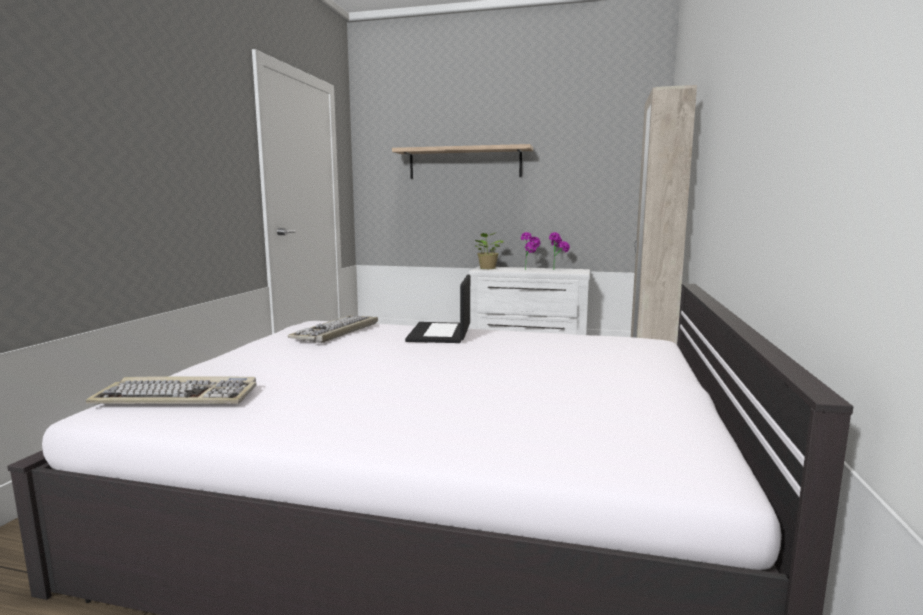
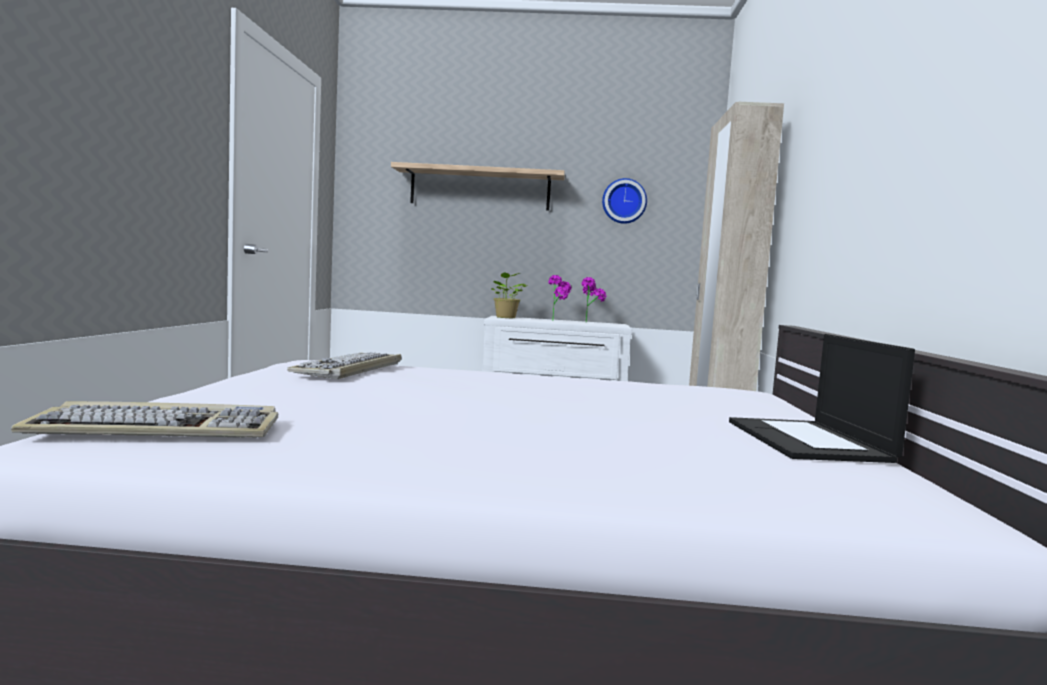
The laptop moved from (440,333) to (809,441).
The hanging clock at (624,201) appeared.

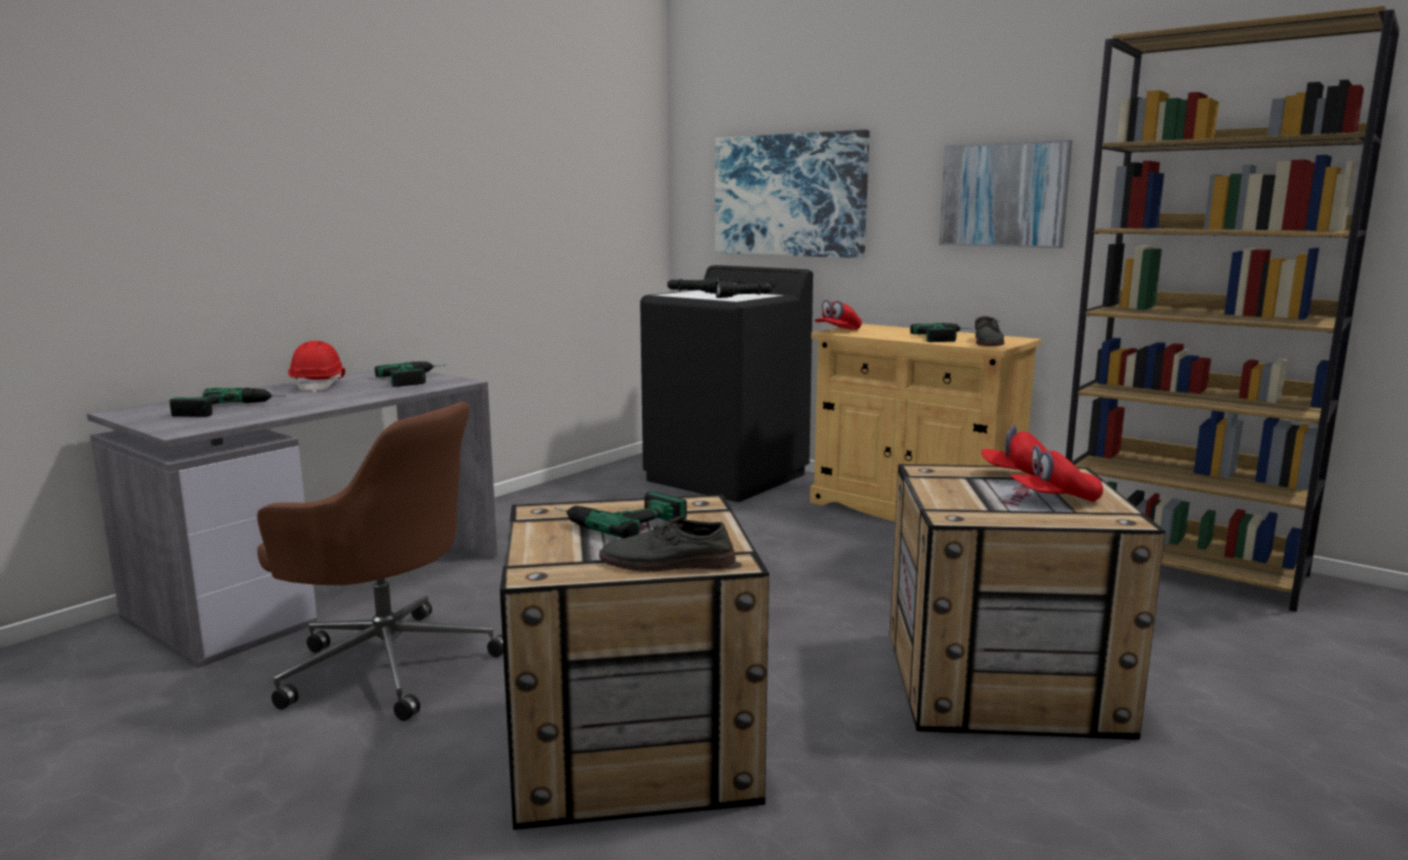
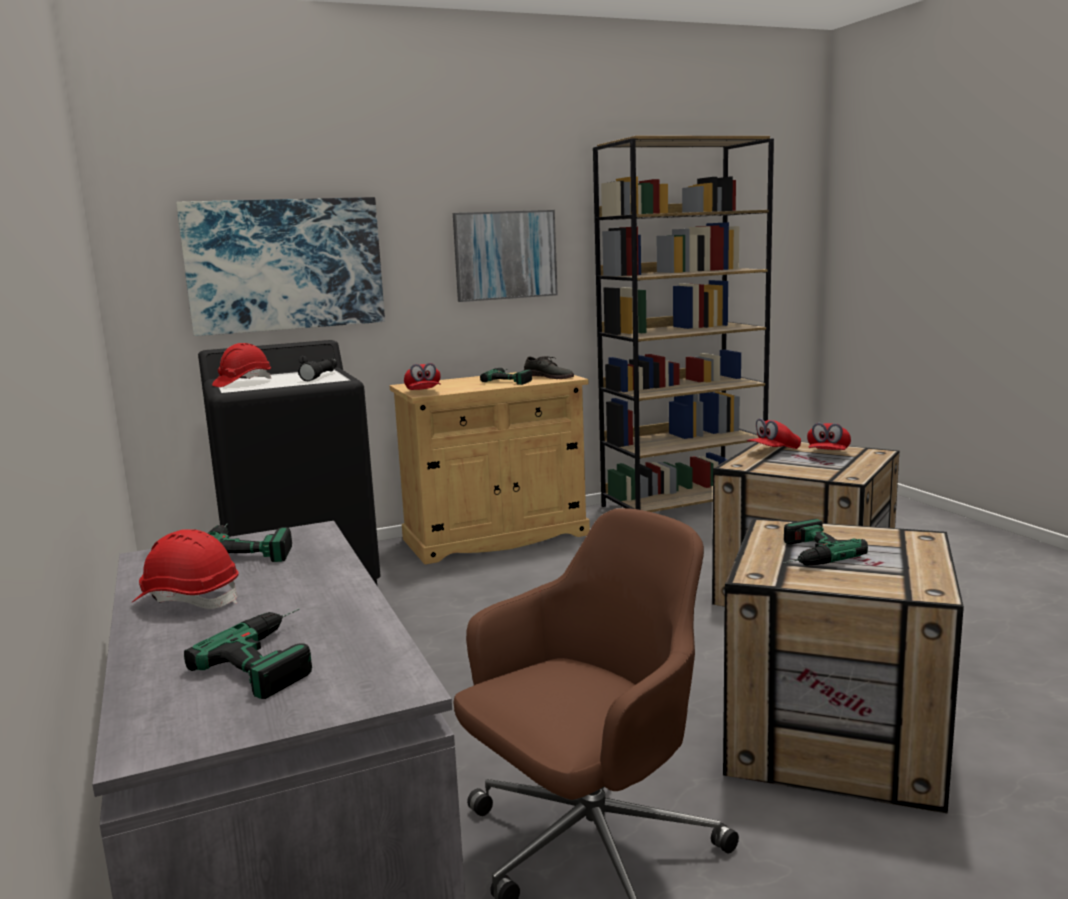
The blackish hand torch at (694,293) was replaced by the red safety helmet at (243,383).
The greyish low shoe at (667,563) disappeared.

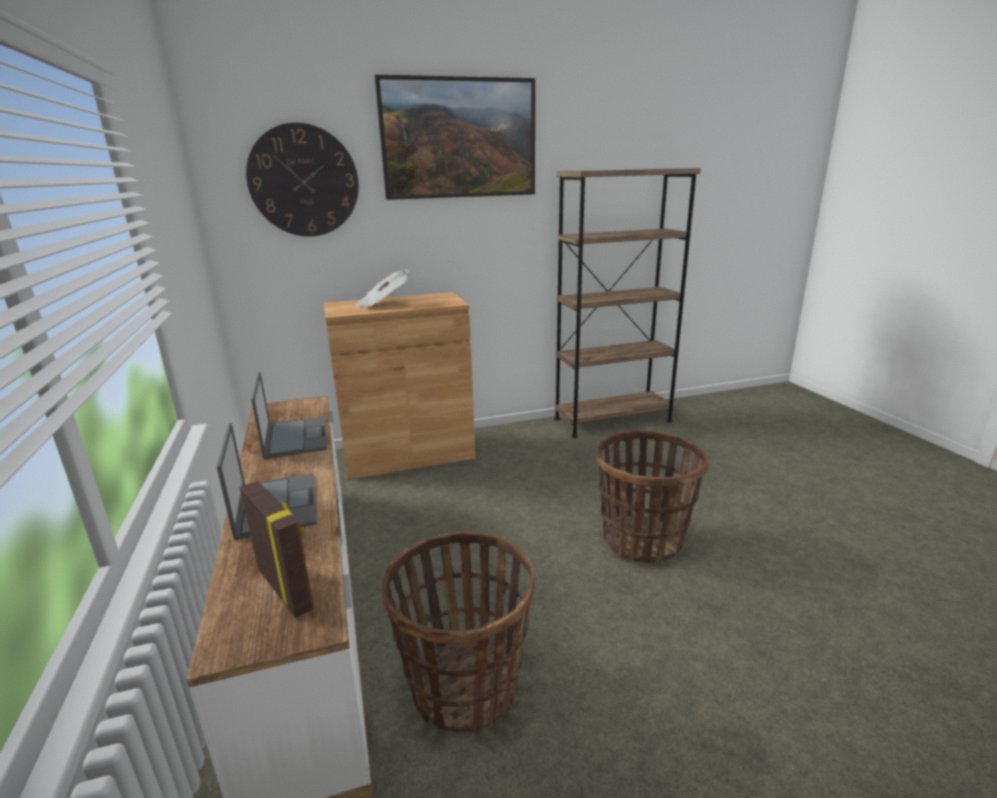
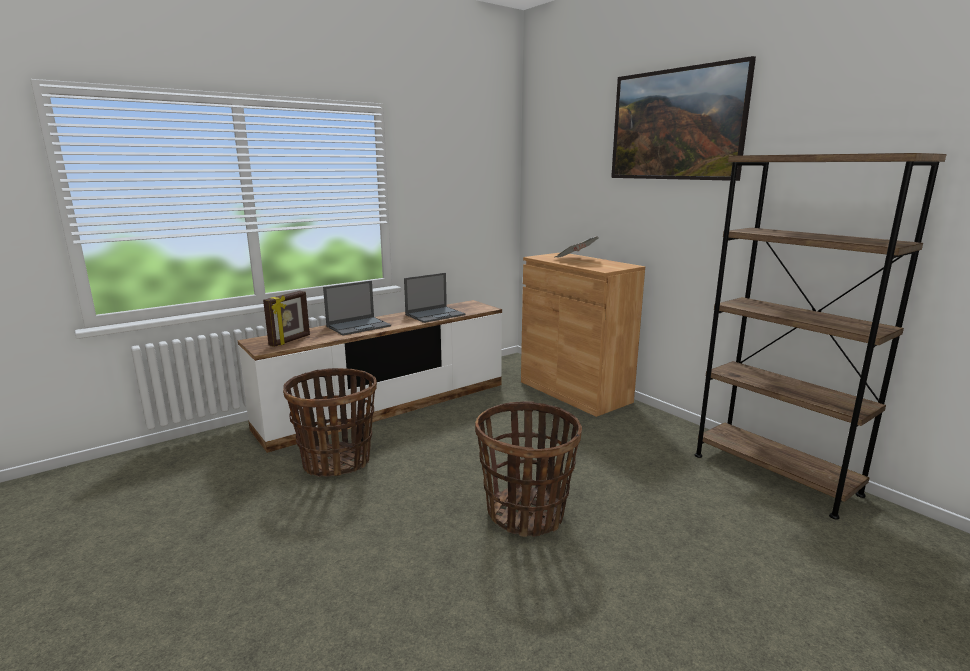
The hanging clock at (304,181) disappeared.

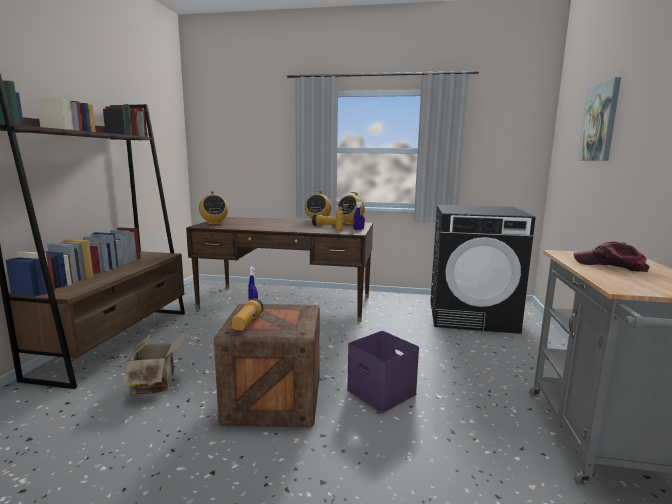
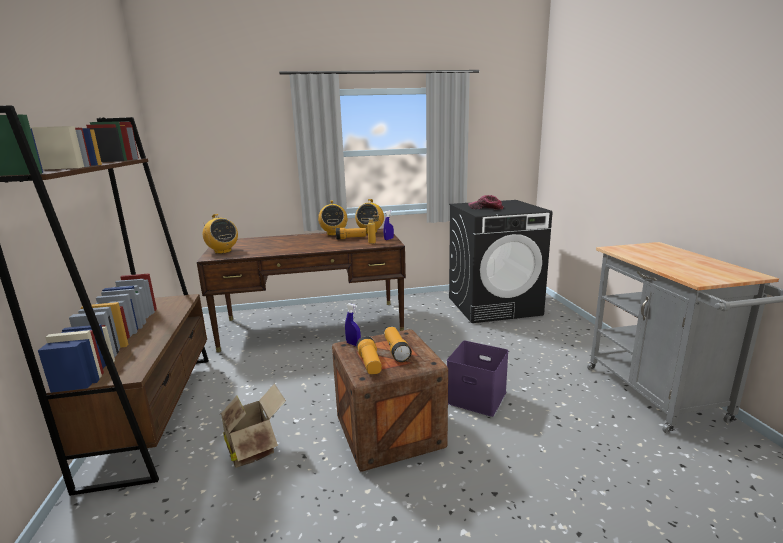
The wall picture at (600,122) disappeared.
The baseball cap moved from (609,265) to (486,208).
The hand torch at (396,351) appeared.

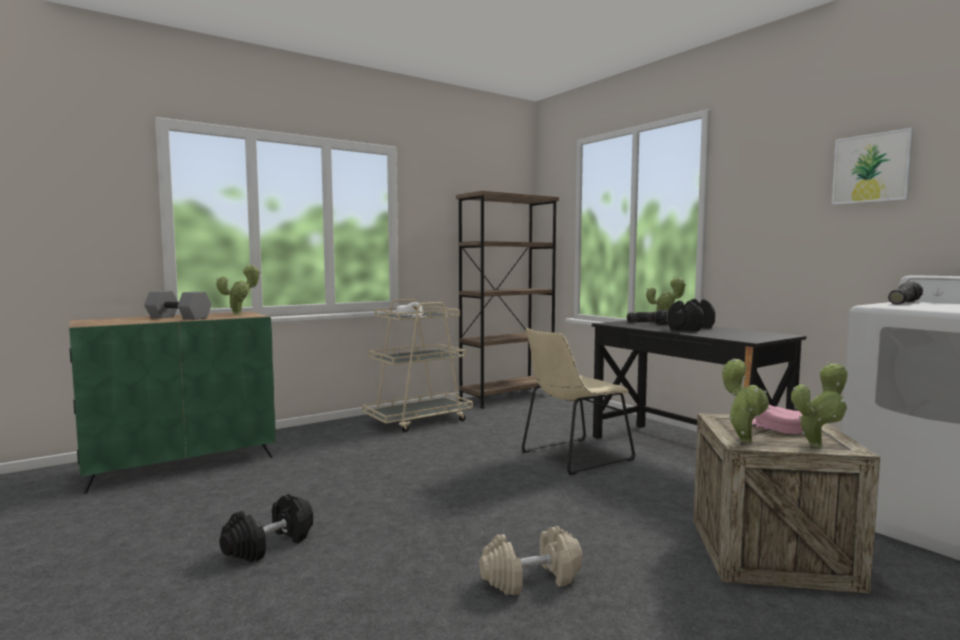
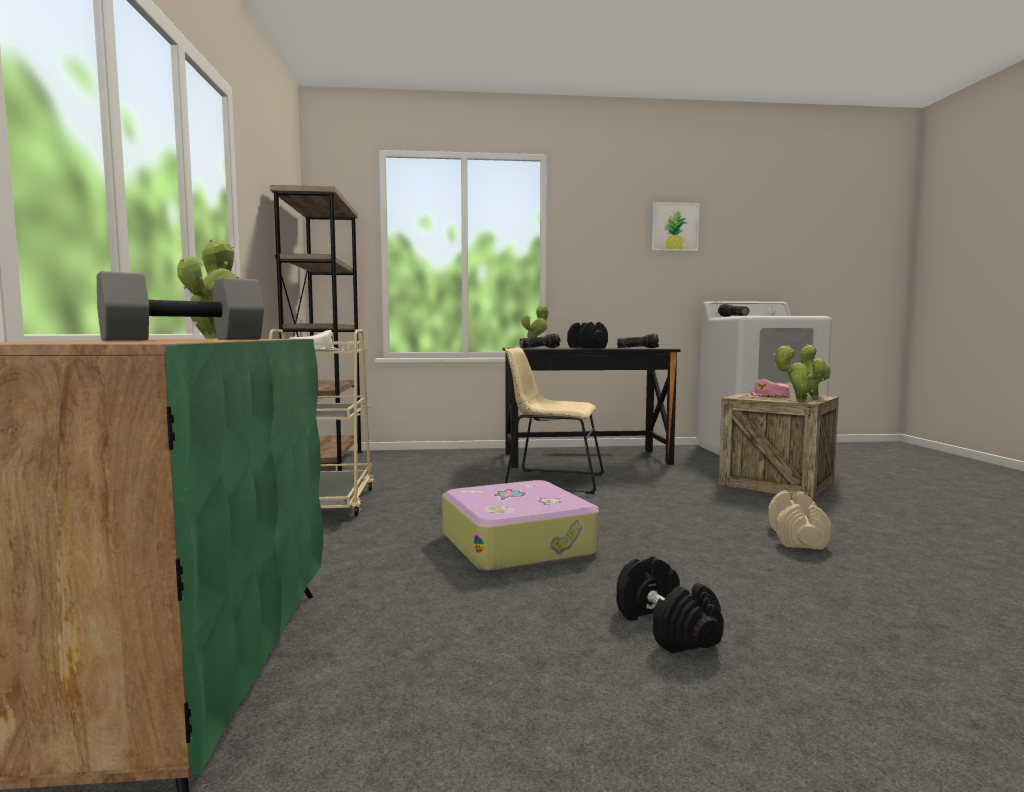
The beige upright chair at (573,456) turned 105 degrees clockwise.
The hand torch at (638,348) appeared.
The travel case at (518,544) appeared.

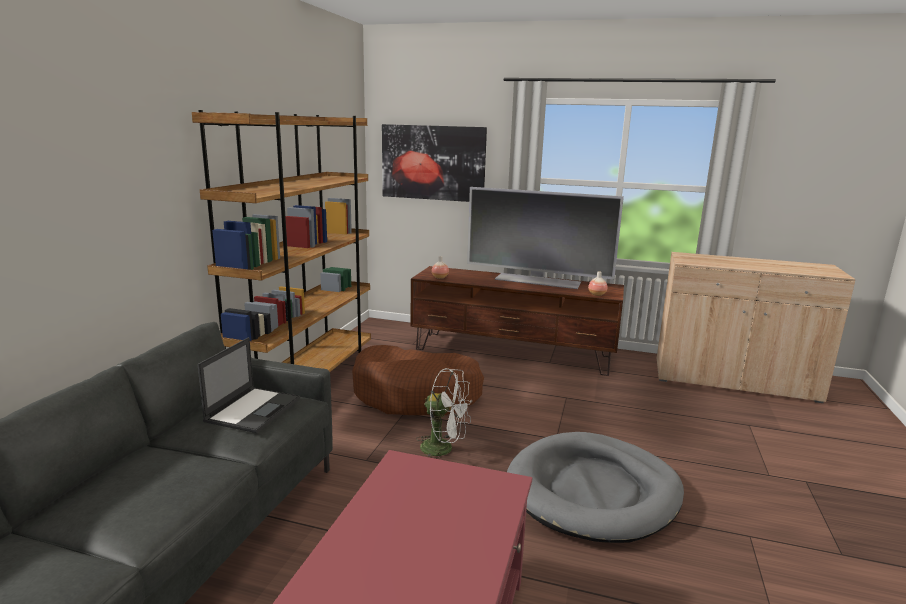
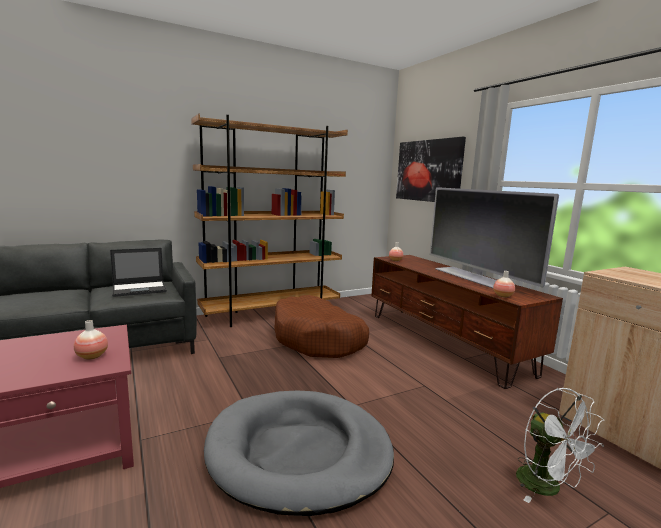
The white electric fan moved from (444,449) to (547,487).
The vase at (92,356) appeared.

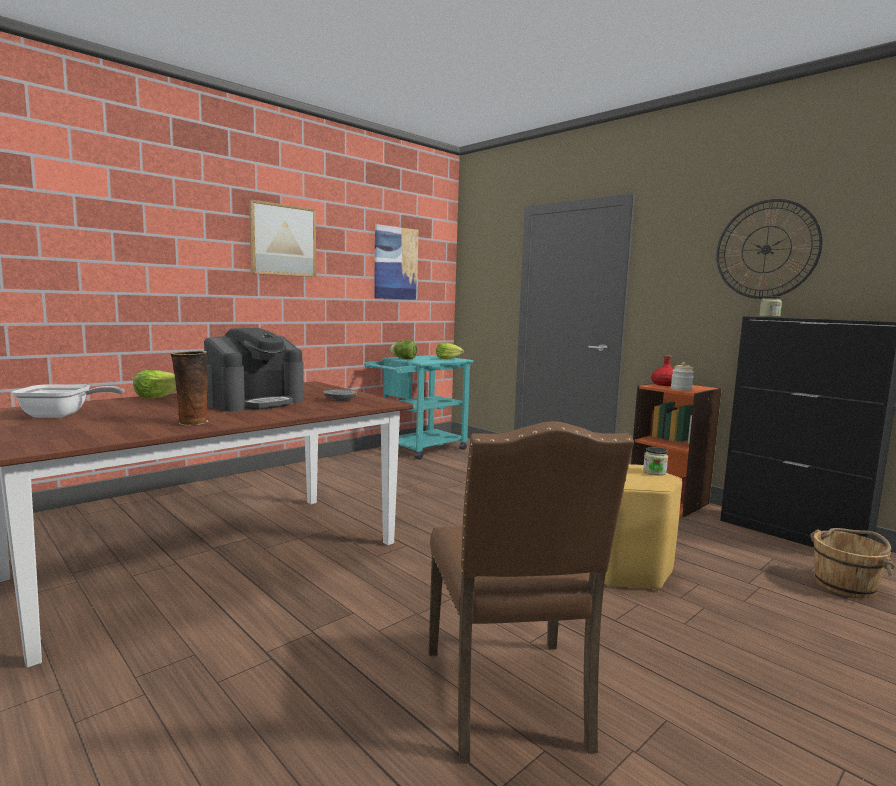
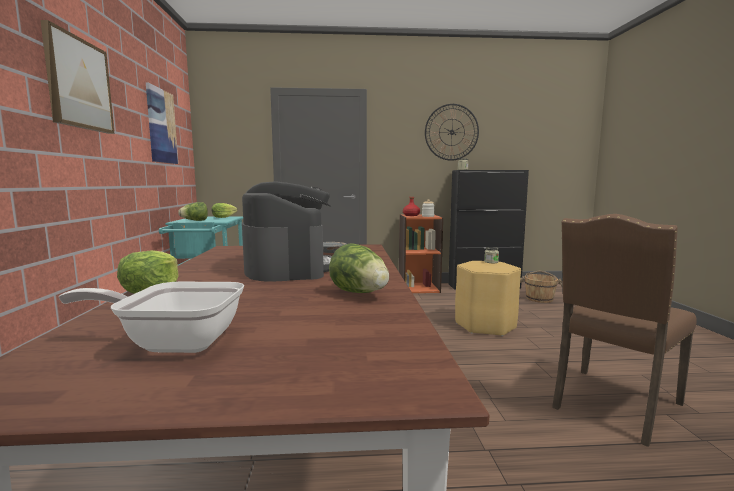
The vase at (192,422) was replaced by the lettuce at (360,293).
The skillet at (62,415) turned 120 degrees counterclockwise.
The brown upright chair at (509,699) turned 105 degrees clockwise.

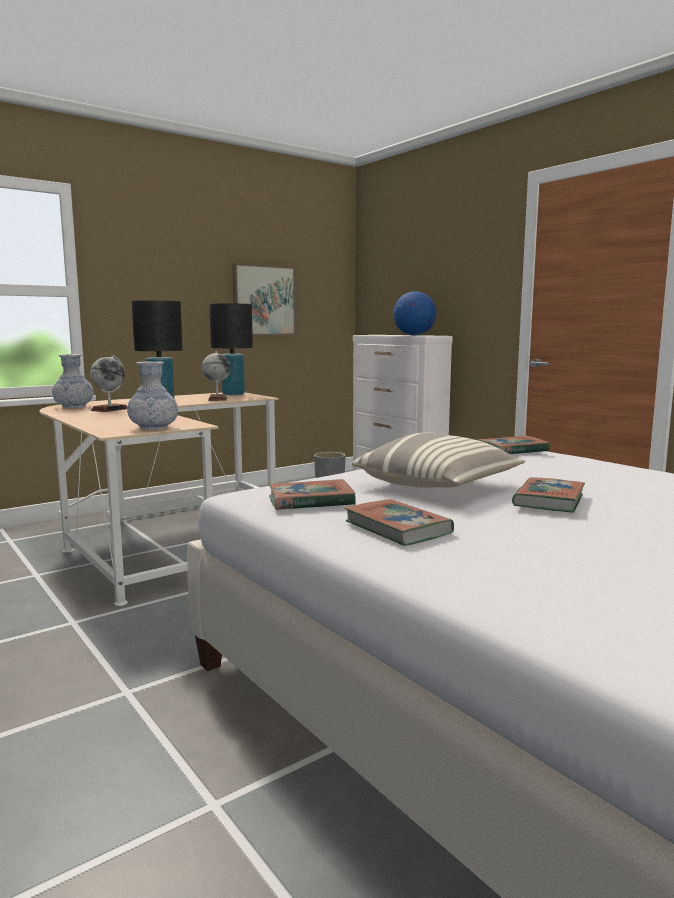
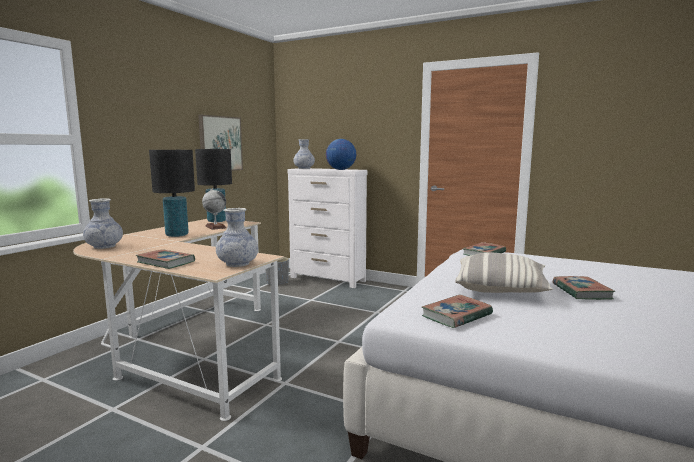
The world globe at (110,409) disappeared.
The volume moved from (397,528) to (166,262).
The vase at (304,168) appeared.

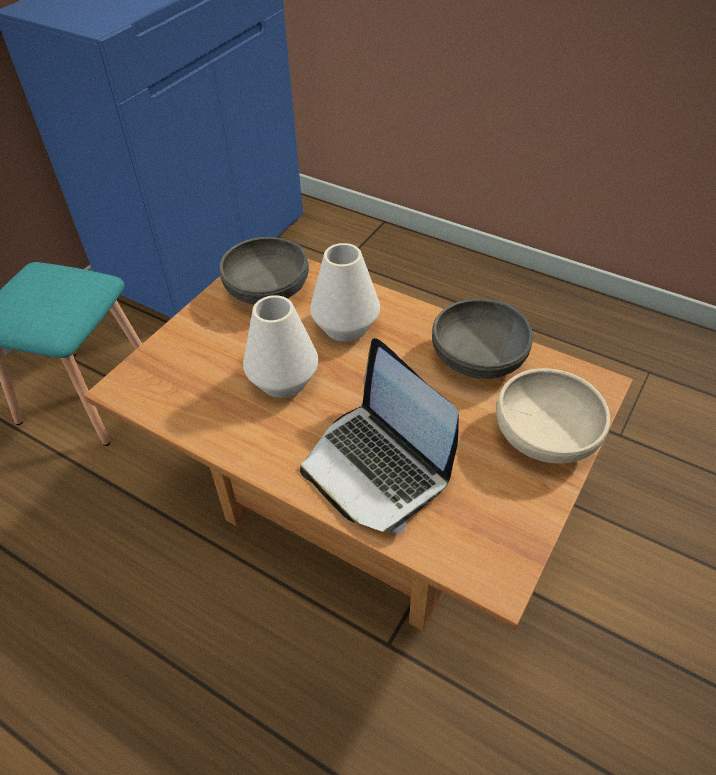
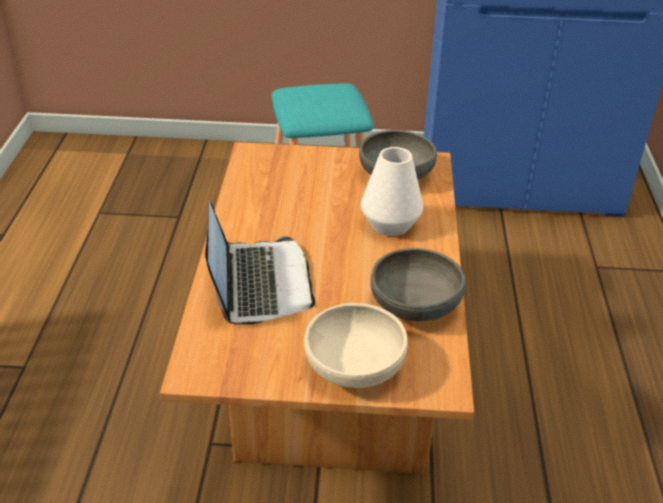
The white vase at (283,380) disappeared.
The laptop at (377,467) turned 150 degrees clockwise.

